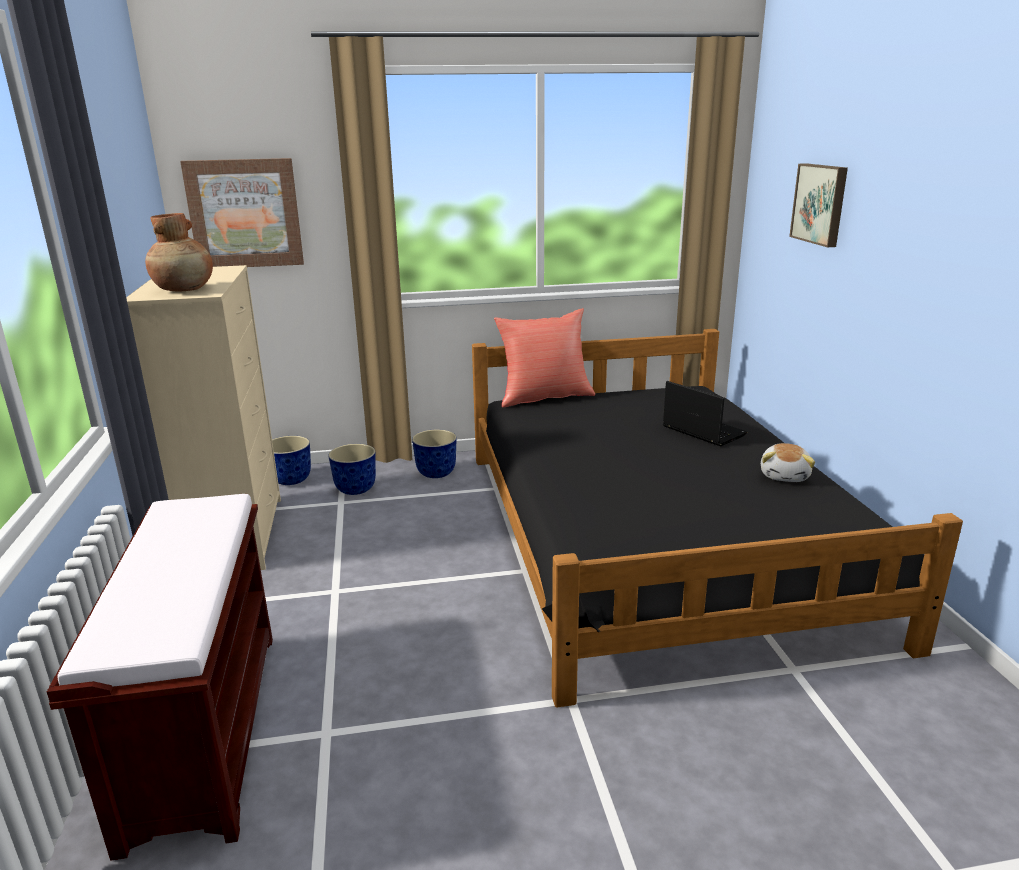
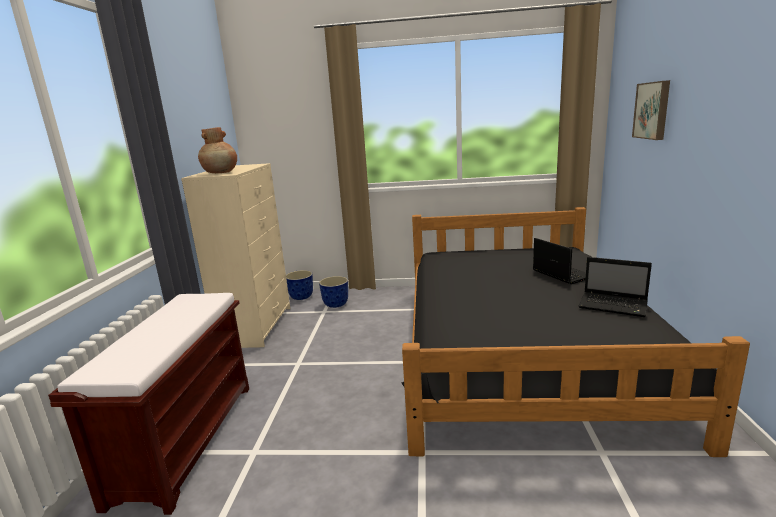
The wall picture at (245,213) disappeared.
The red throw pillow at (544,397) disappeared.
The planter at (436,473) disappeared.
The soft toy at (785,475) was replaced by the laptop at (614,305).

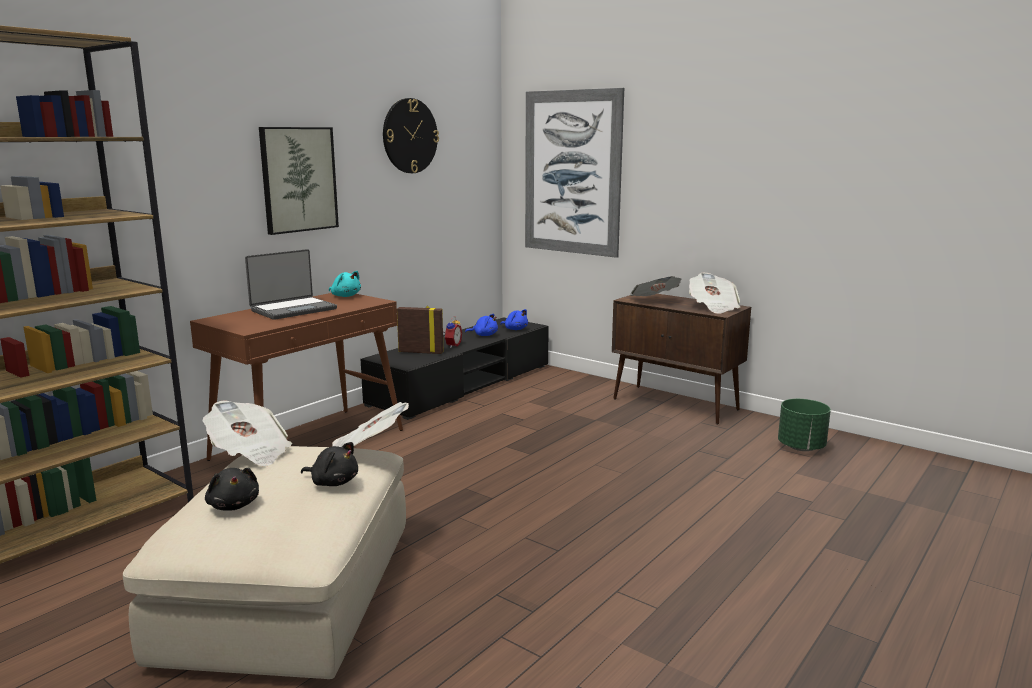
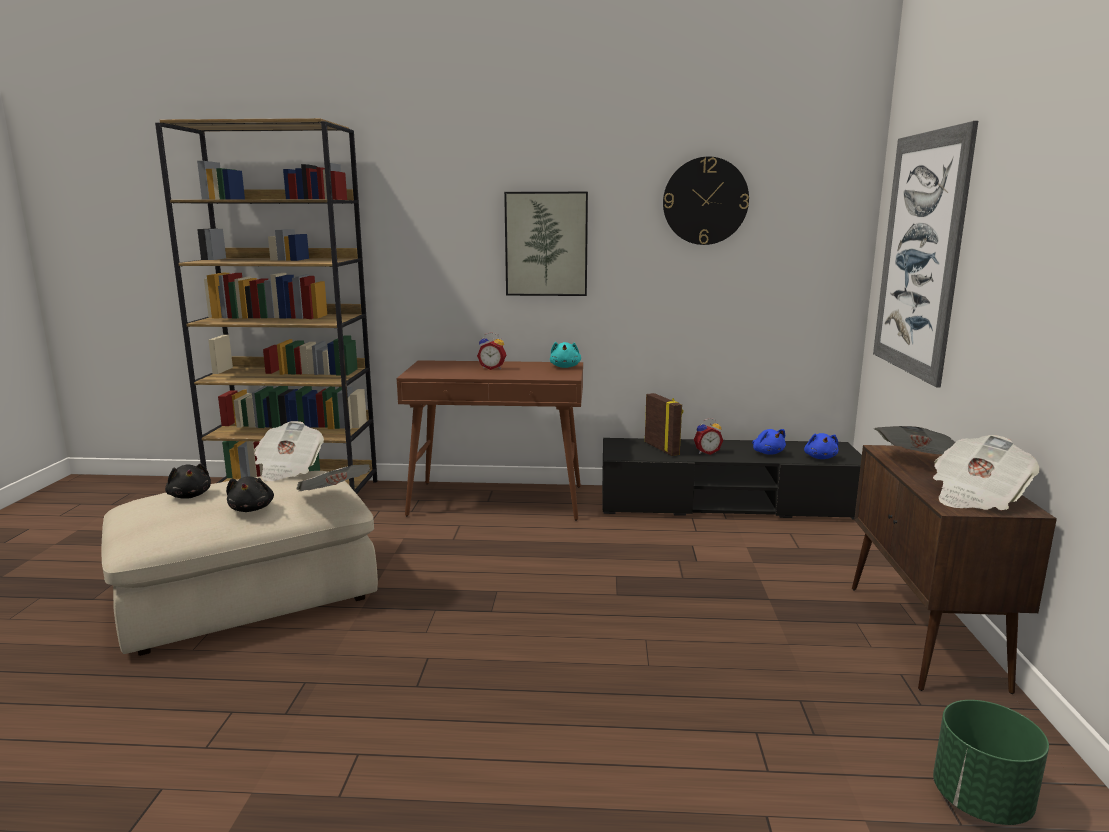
The laptop at (293,309) was replaced by the table clock at (492,368).
The blackish soft toy at (234,505) turned 60 degrees counterclockwise.

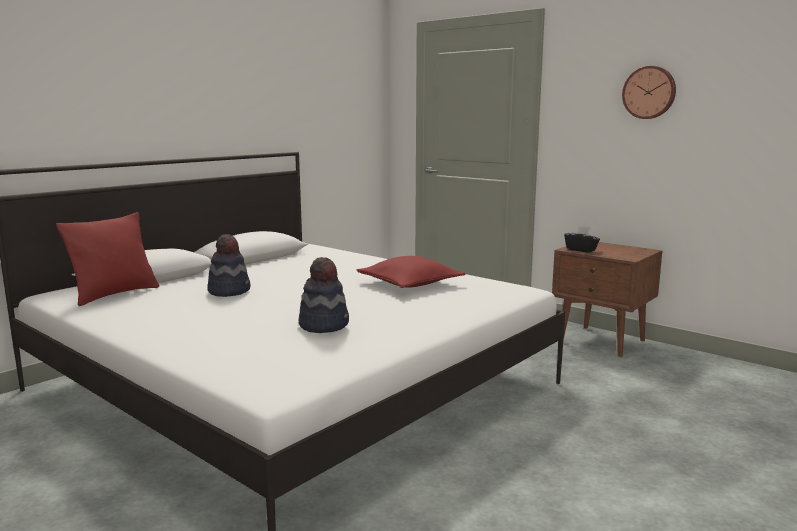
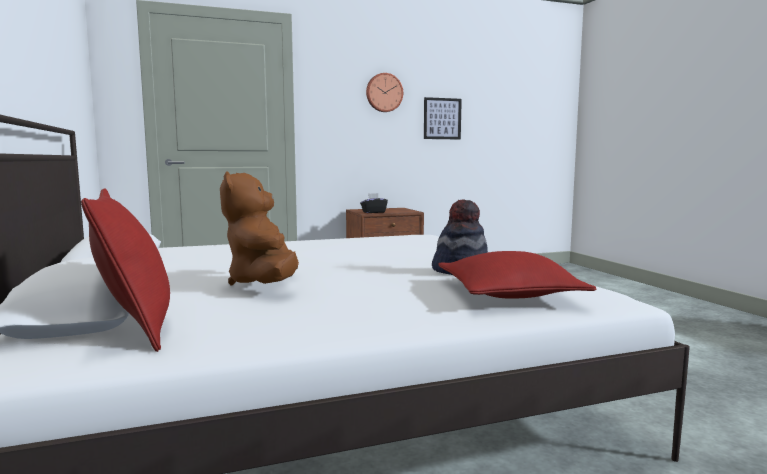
The hat at (229,291) was replaced by the brown soft toy at (265,284).
The red throw pillow moved from (410,284) to (508,294).
The wall picture at (442,118) appeared.

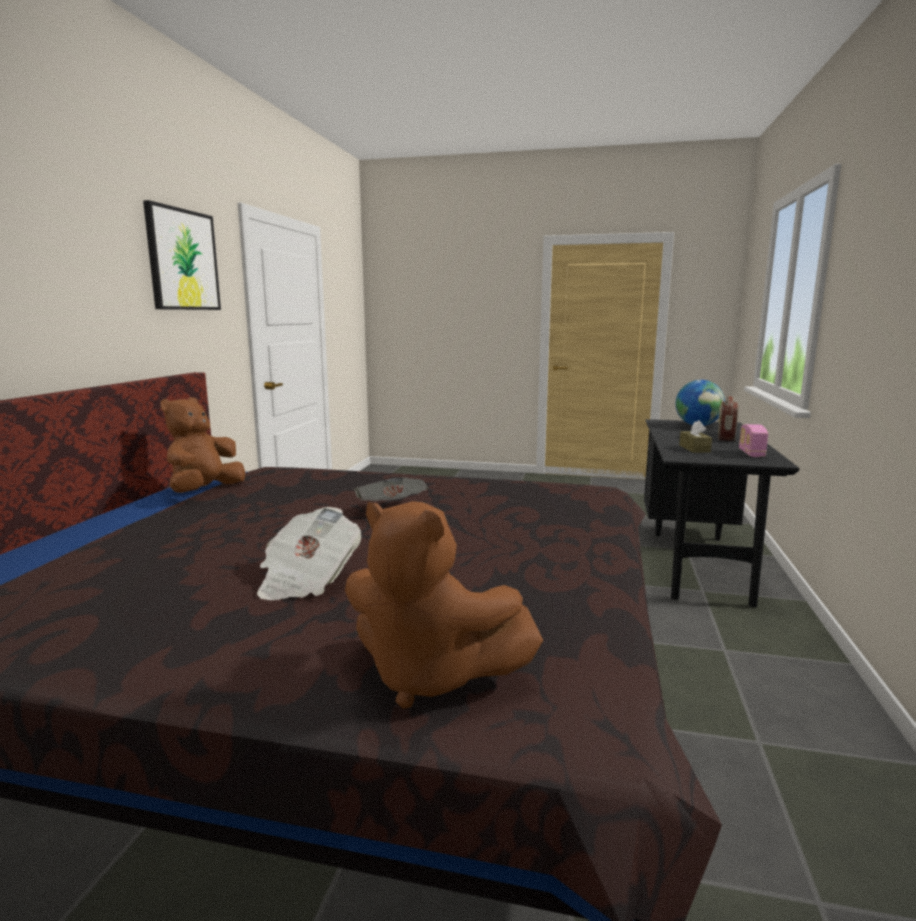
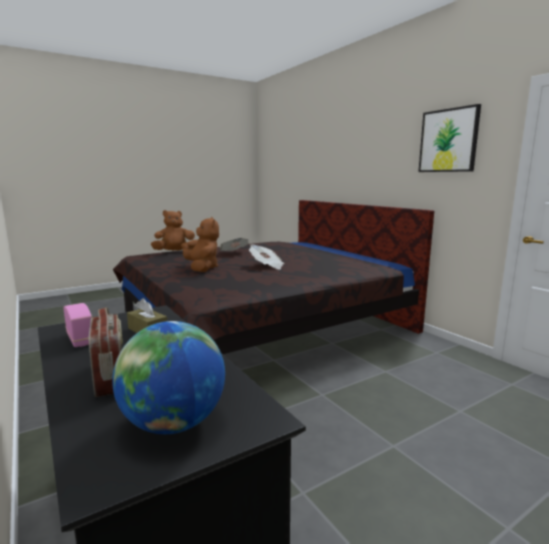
The brown soft toy moved from (204,491) to (202,268).

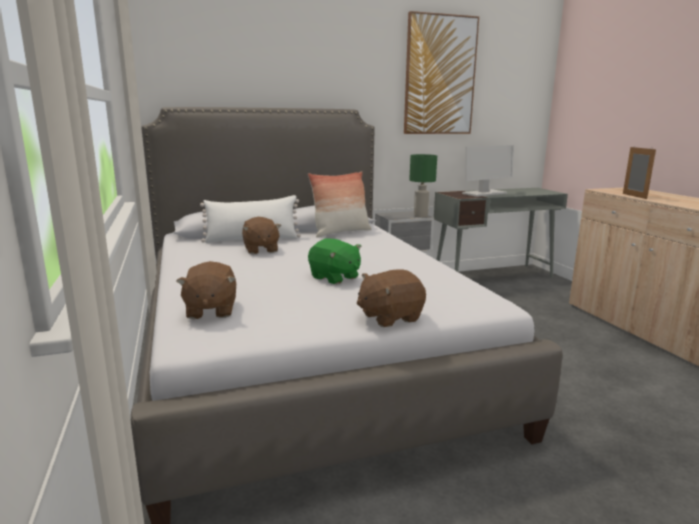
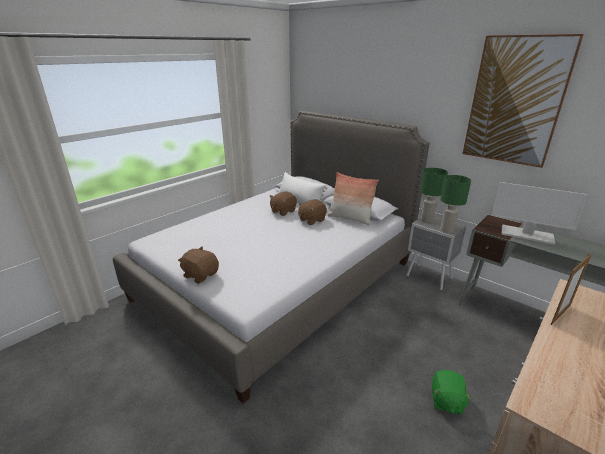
The greenish soft toy moved from (334,277) to (446,401).
The brown soft toy moved from (210,310) to (311,220).
The greenish table lamp at (426,220) appeared.

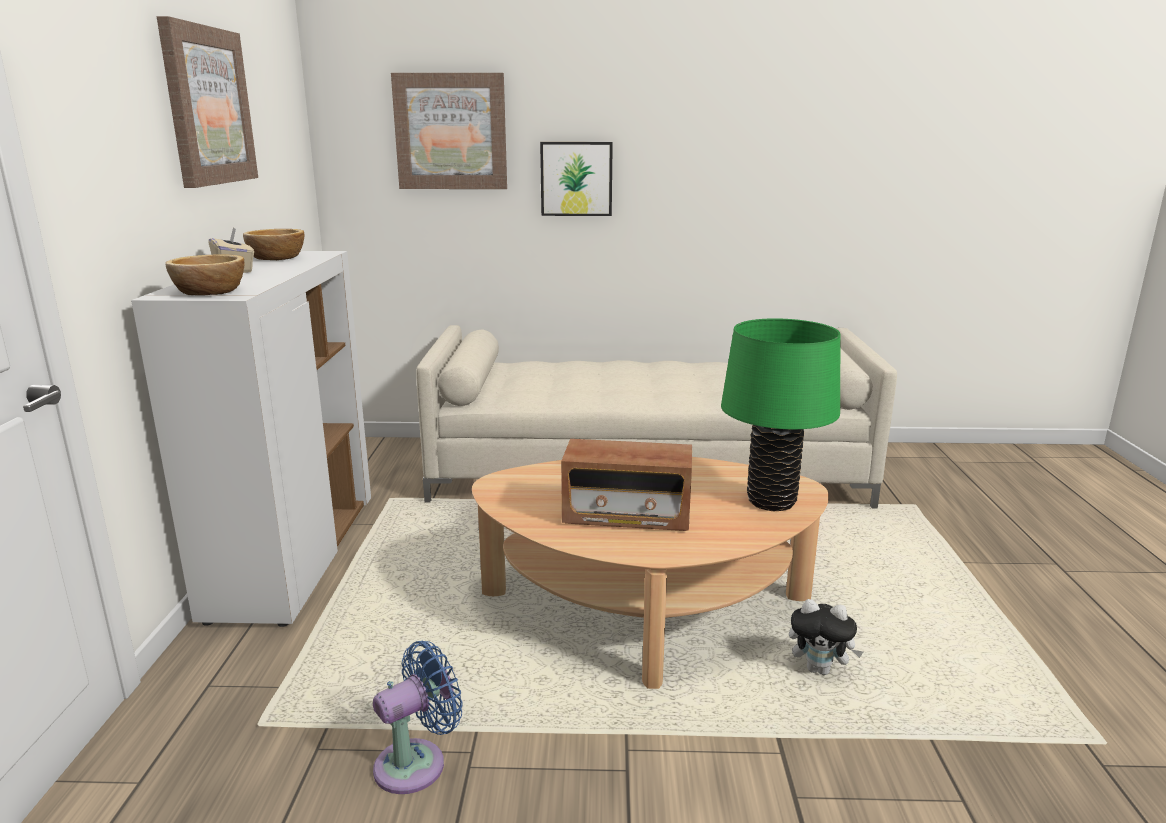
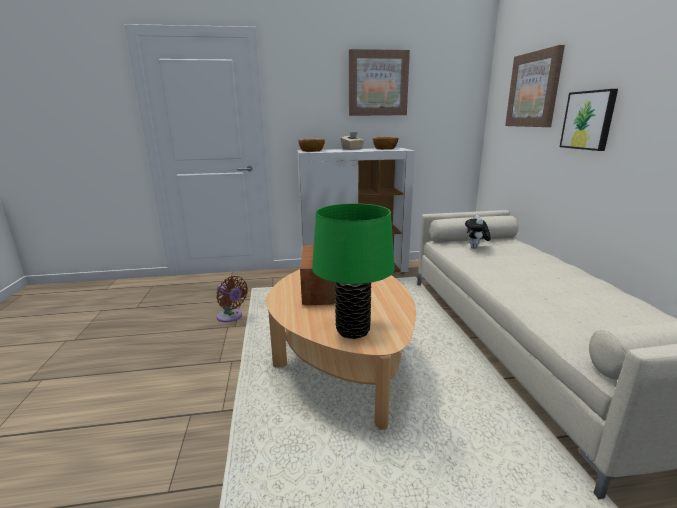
The soft toy moved from (820,669) to (475,248).
The blue-coloured electric fan at (417,763) became the brown electric fan at (231,317).

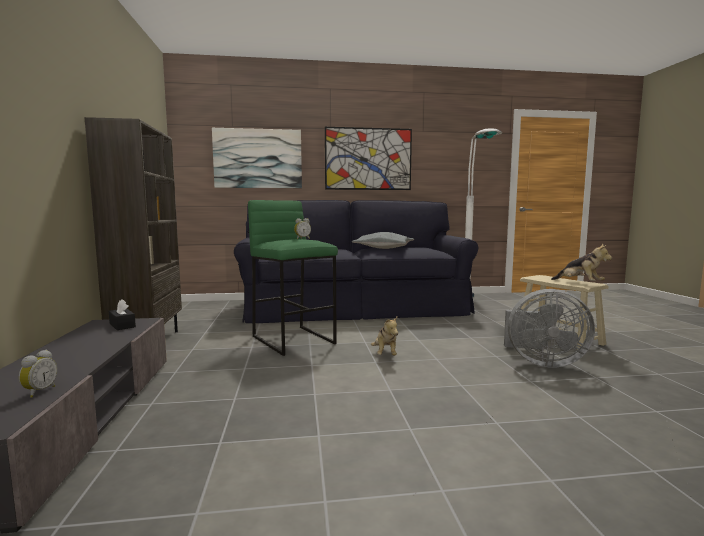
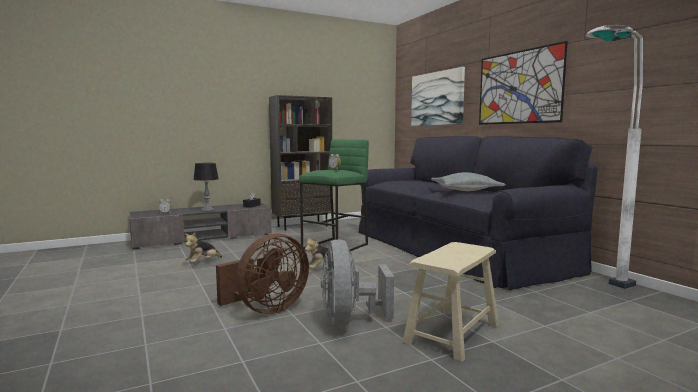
The soft toy moved from (579,283) to (203,262).
The table lamp at (207,210) appeared.
The brown electric fan at (266,309) appeared.

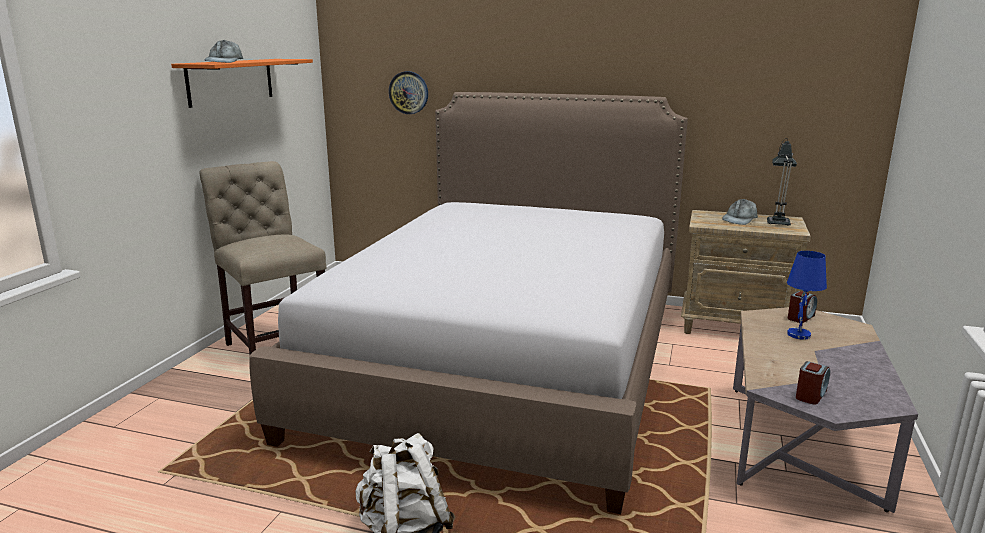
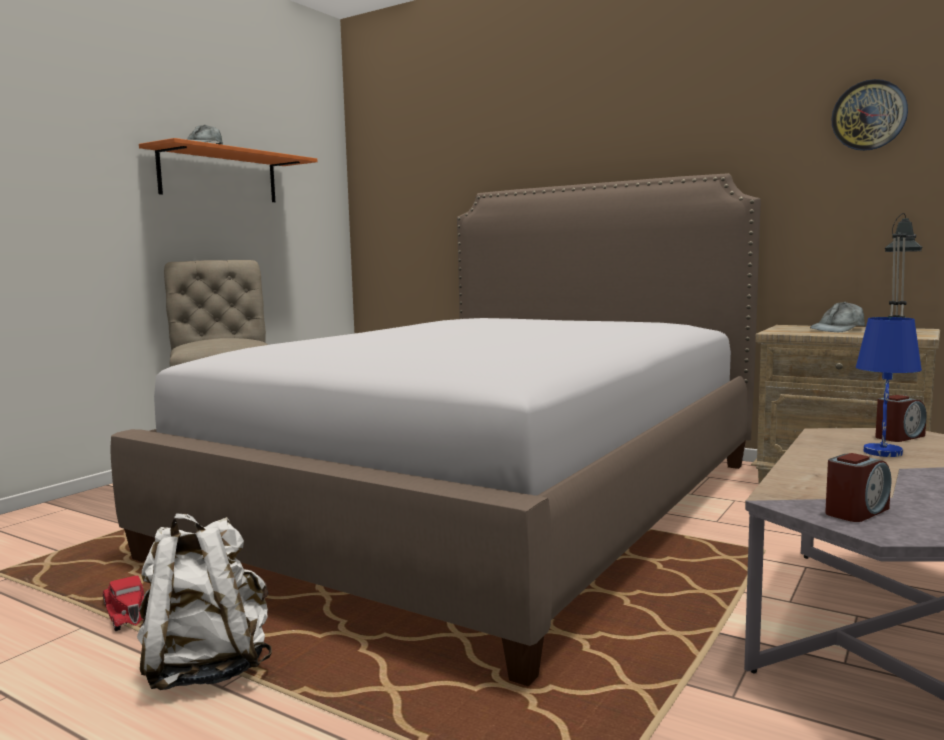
The hanging clock moved from (409,92) to (869,115).
The red model car at (128,612) appeared.

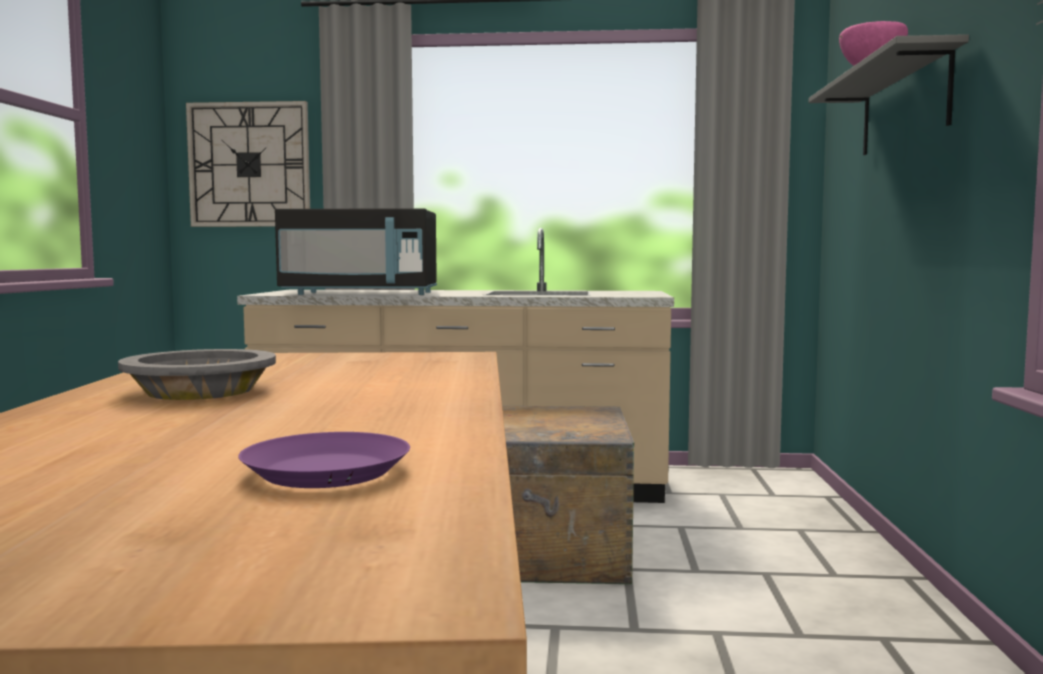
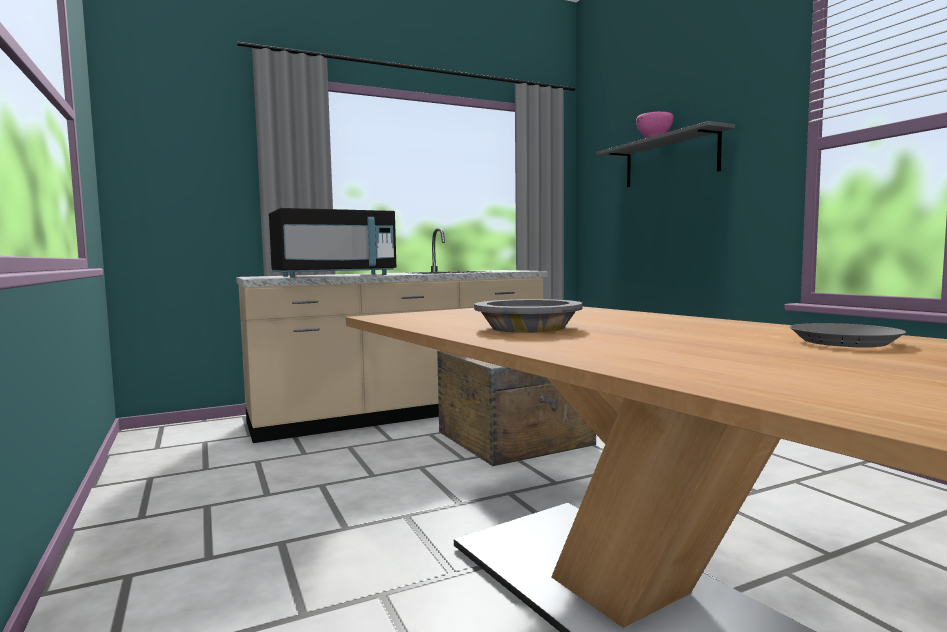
The hanging clock at (249,165) disappeared.
The purple-coloured flat dish at (328,472) became the greyish flat dish at (845,342).

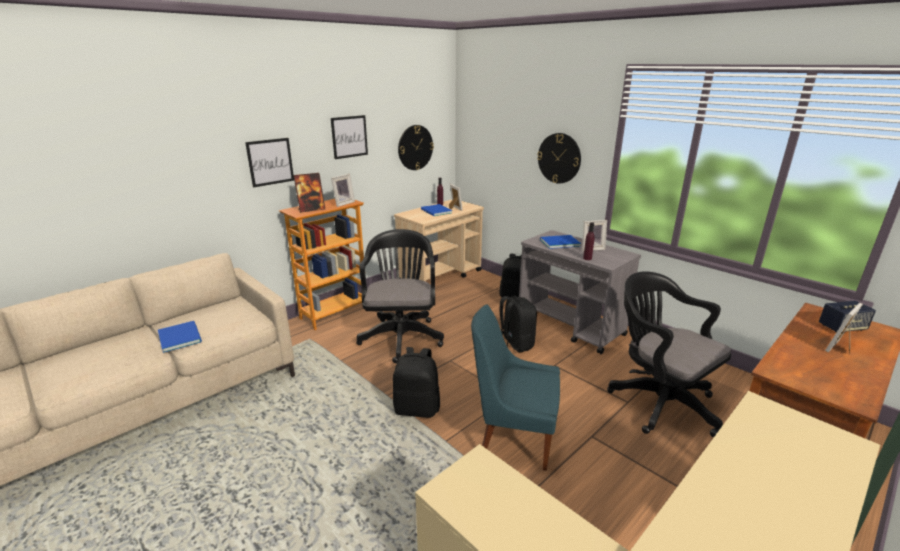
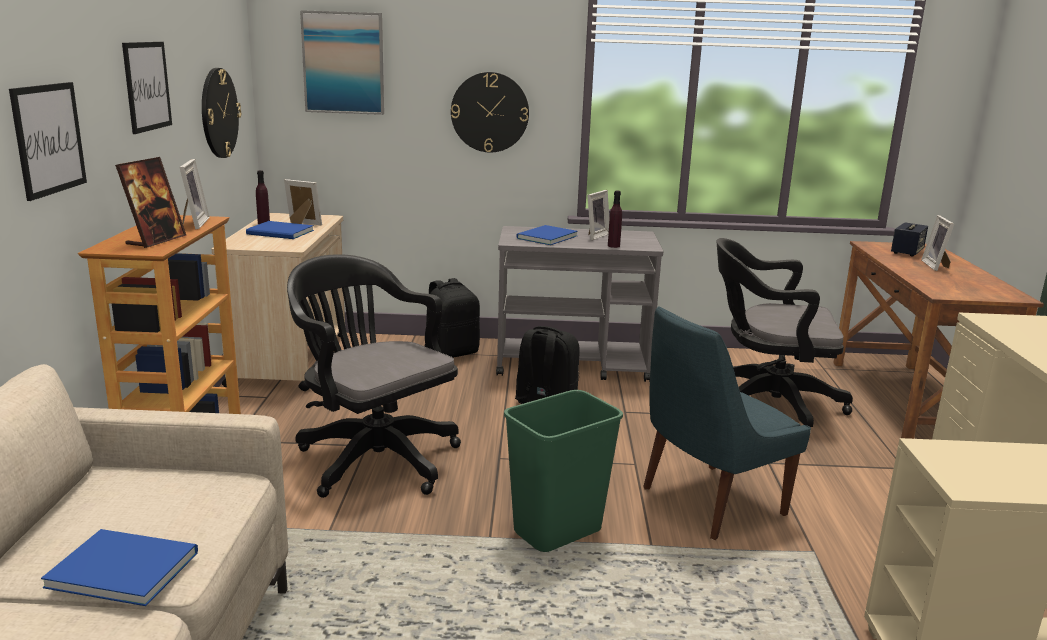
The blackish backpack at (417,408) was replaced by the greenish rubbish bin at (557,531).
The wall picture at (343,63) appeared.

